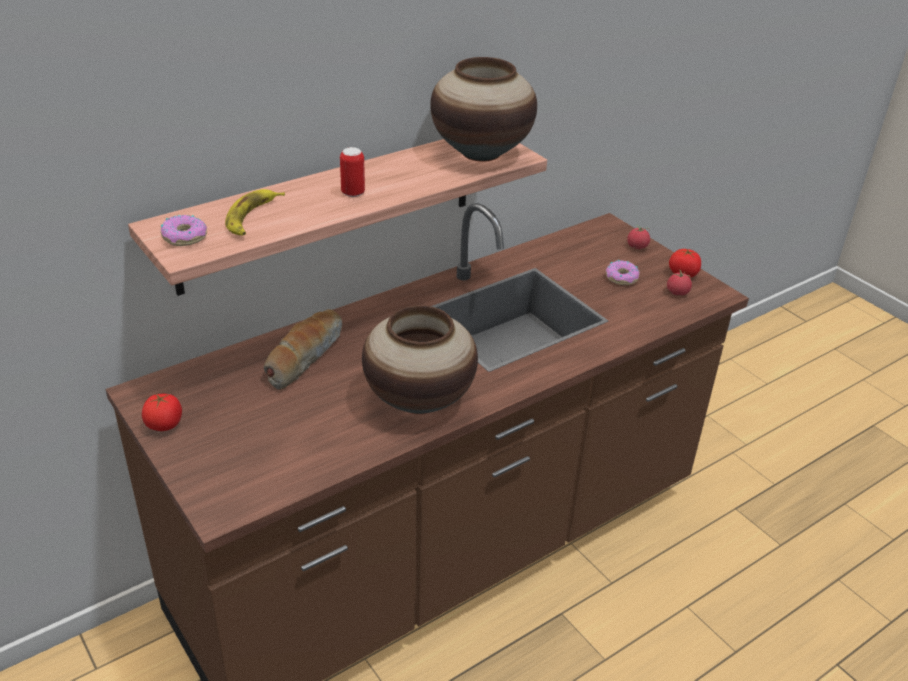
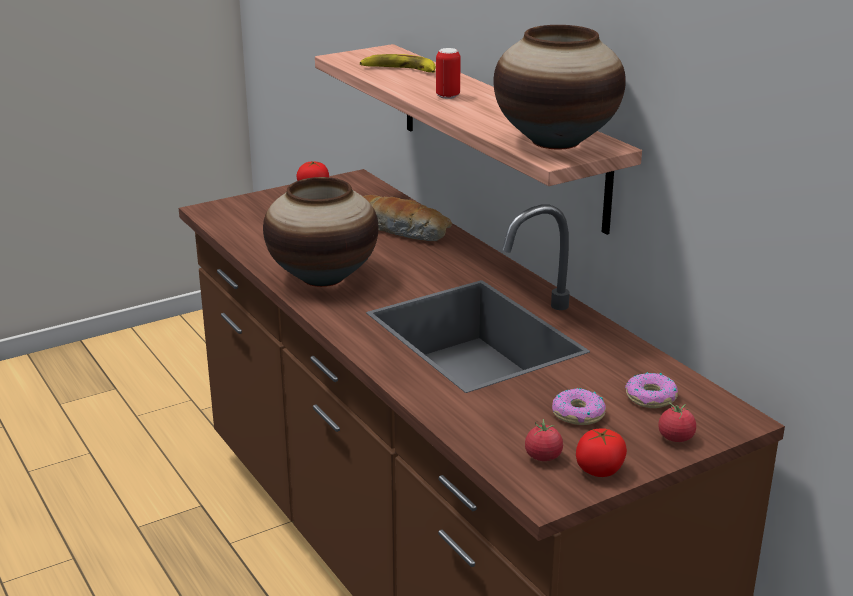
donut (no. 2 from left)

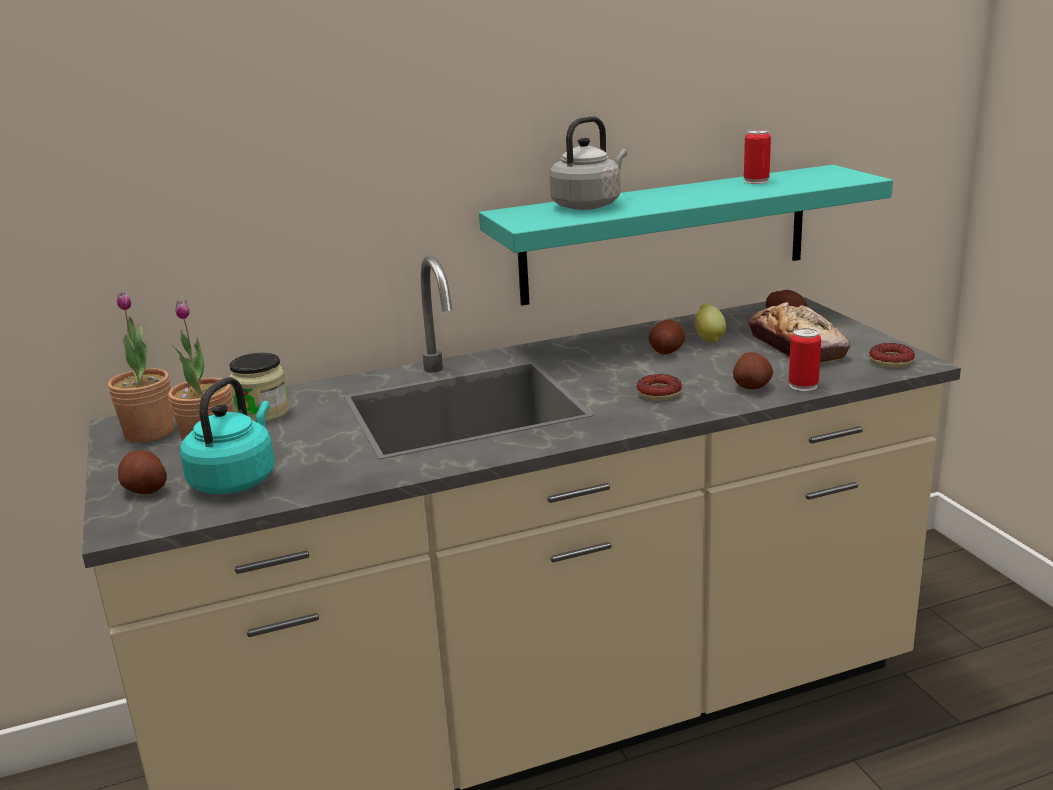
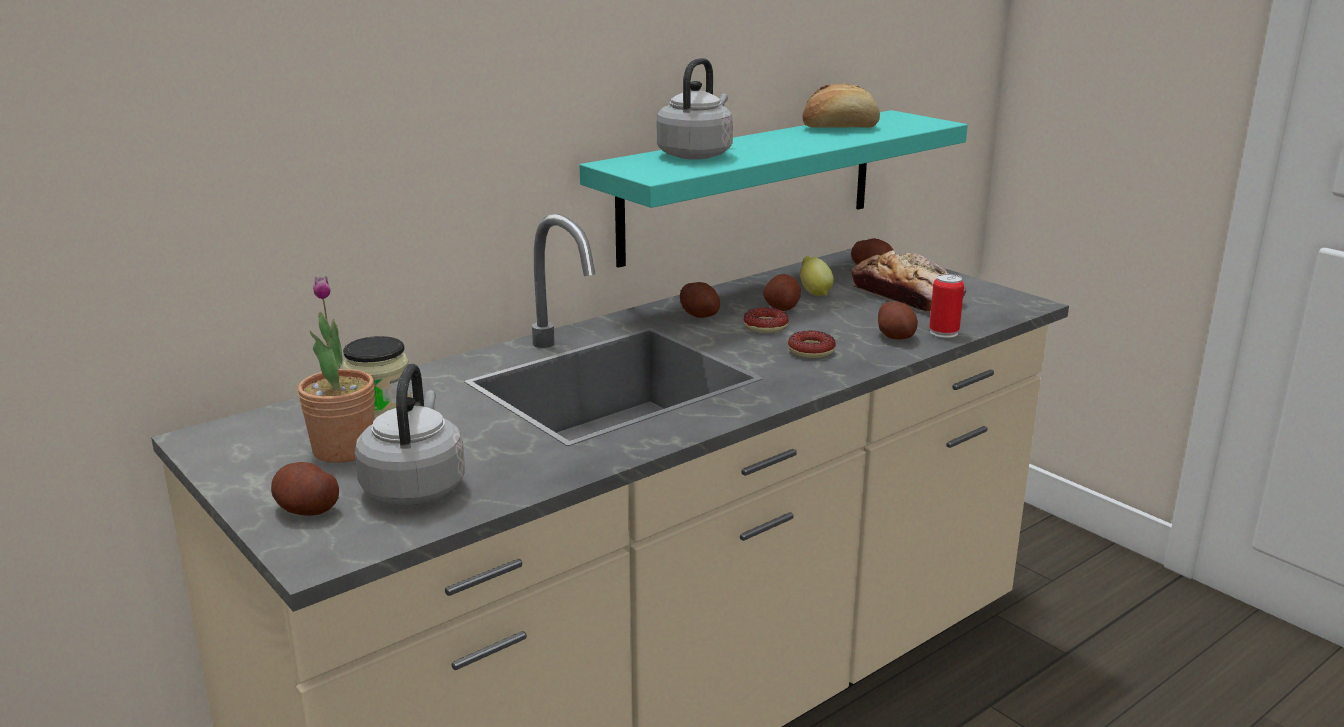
plant in a pot (no. 1 from left in the first image); grey kettle (no. 1 from left); bread (no. 1 from left); donut (no. 1 from left); whole potato (no. 2 from left)

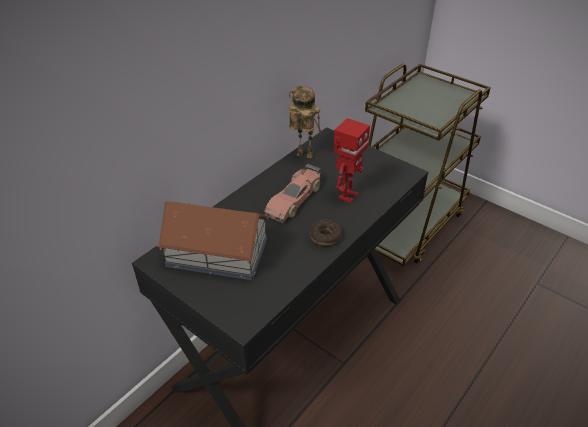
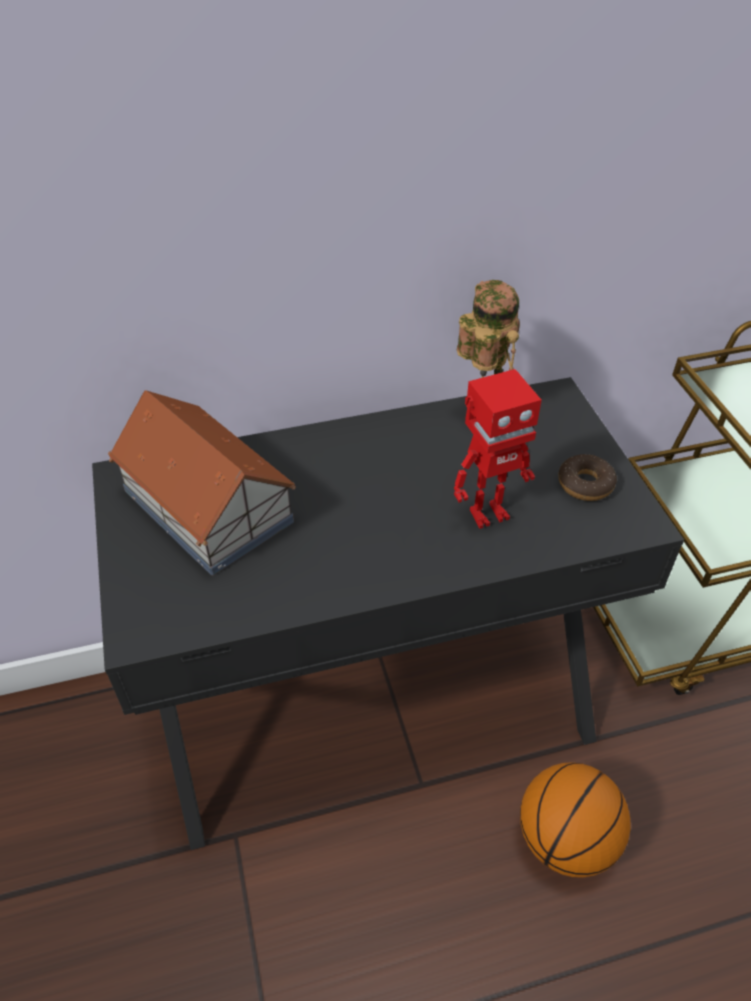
model car; donut; basketball

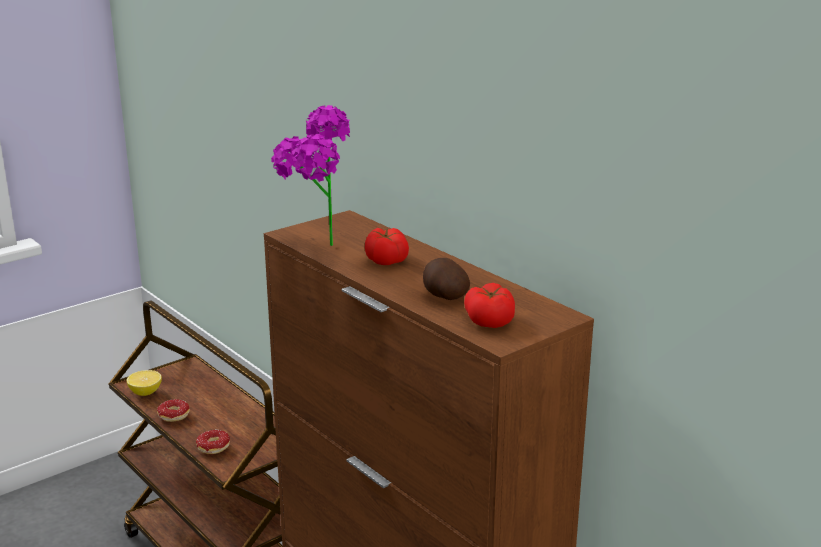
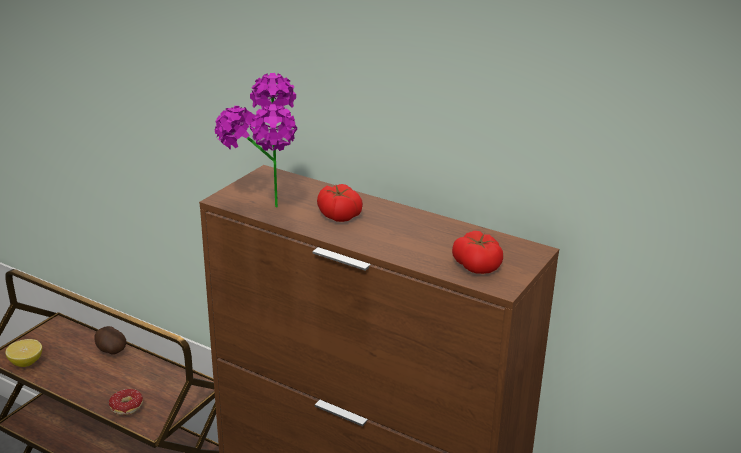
donut (no. 1 from left in the first image); whole potato

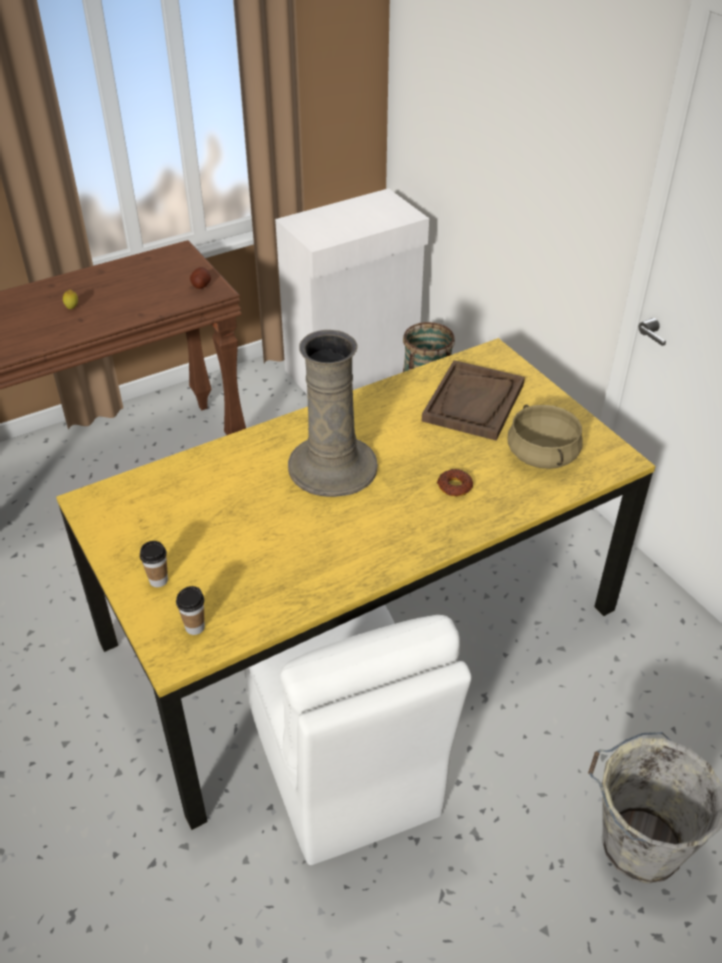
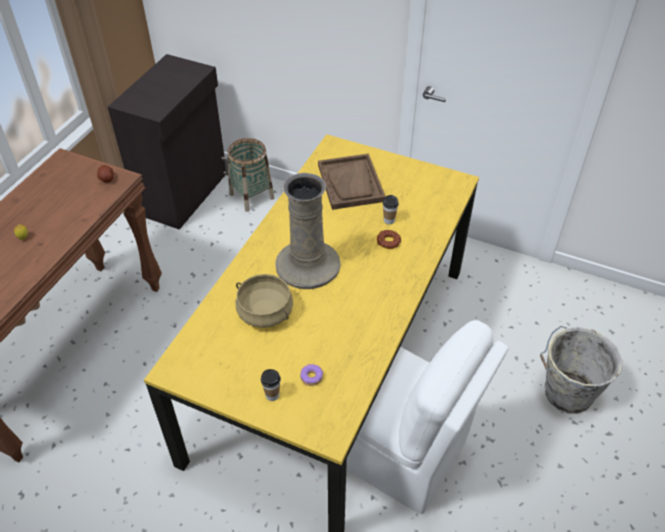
small cup (no. 2 from left); black storage cabinet; beige cooking pot; donut (no. 1 from left)

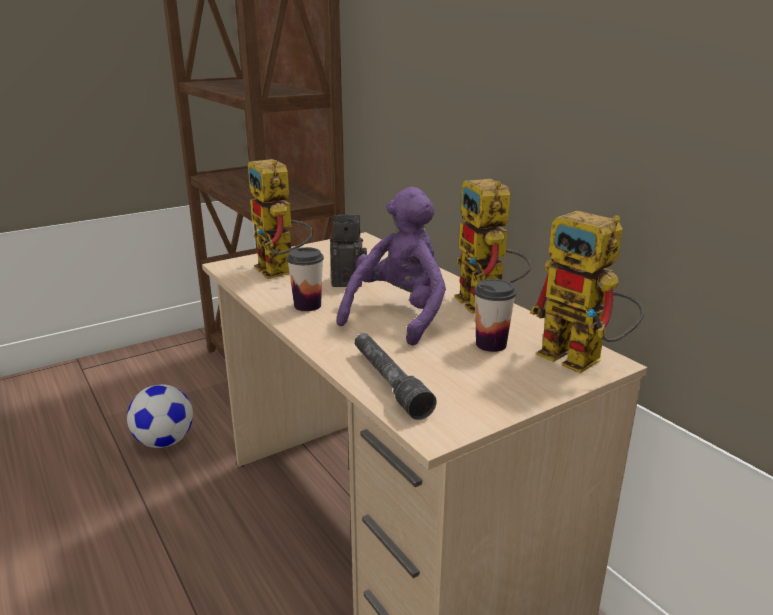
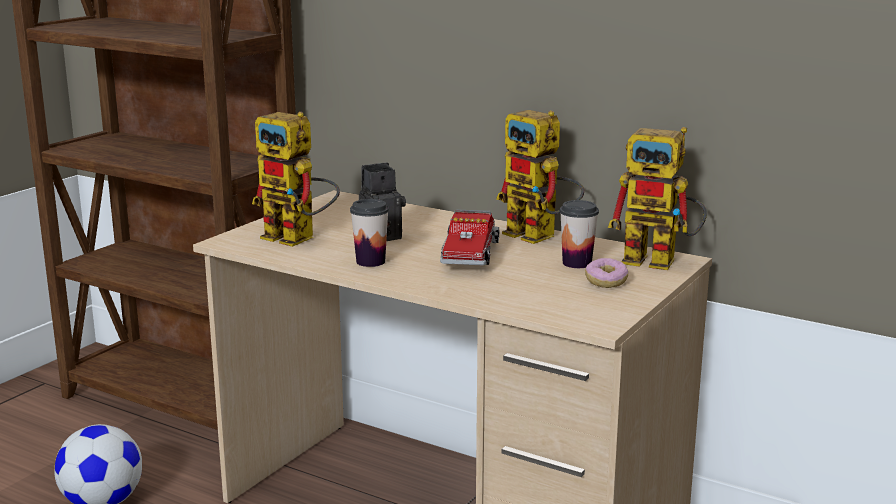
toy truck; grey torch; donut

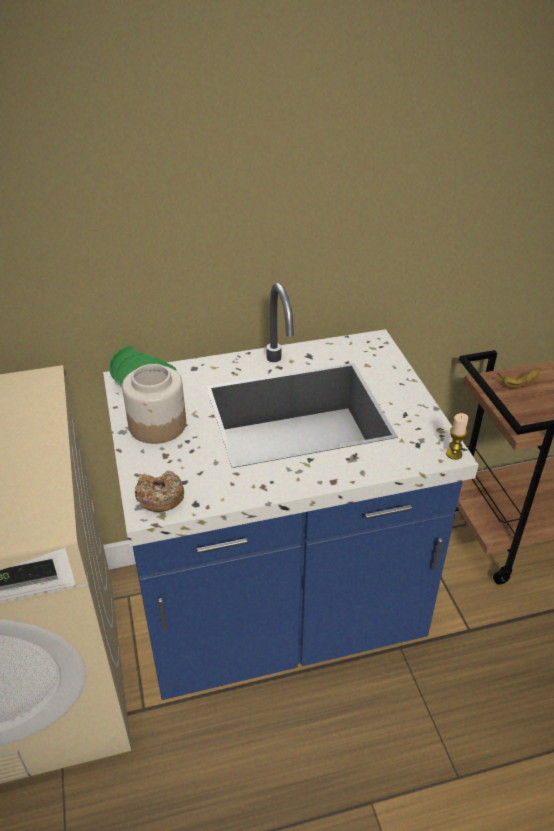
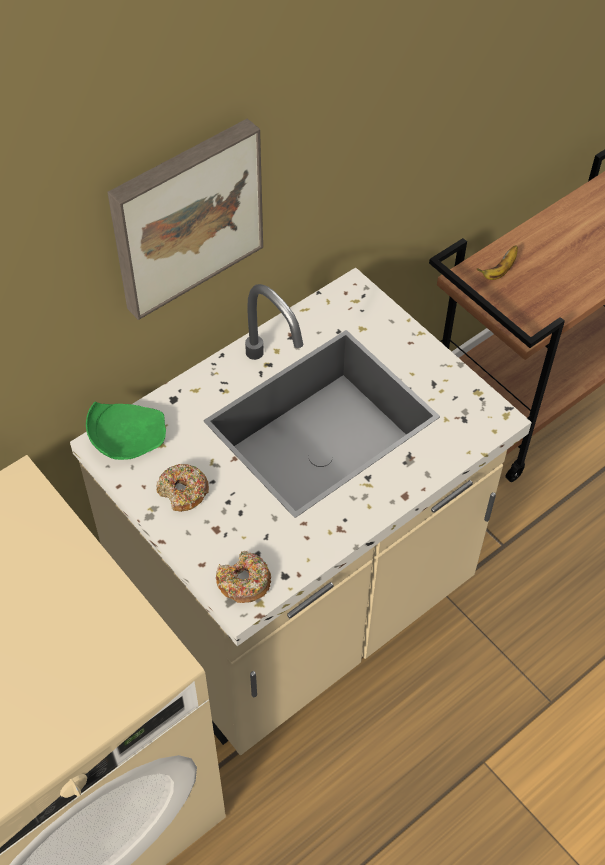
beige counter; donut (no. 1 from left); wax light; wall picture

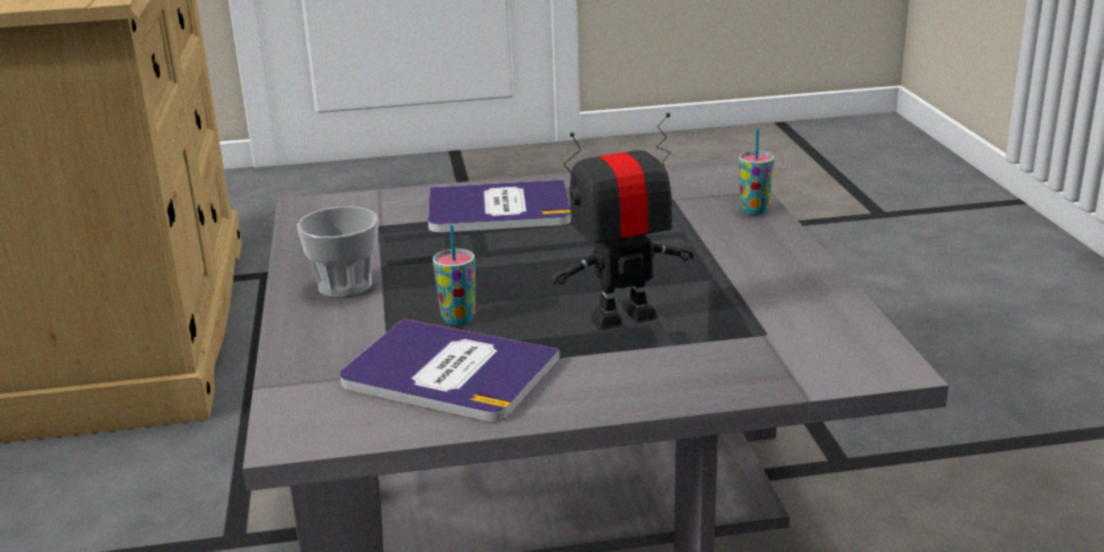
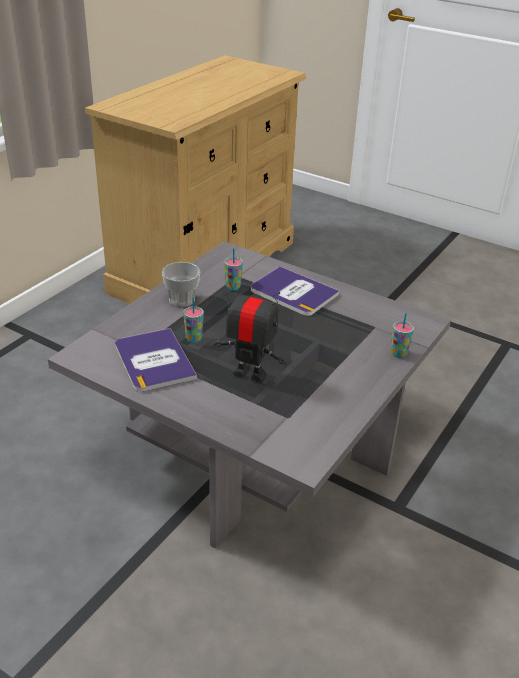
small cup (no. 3 from left)

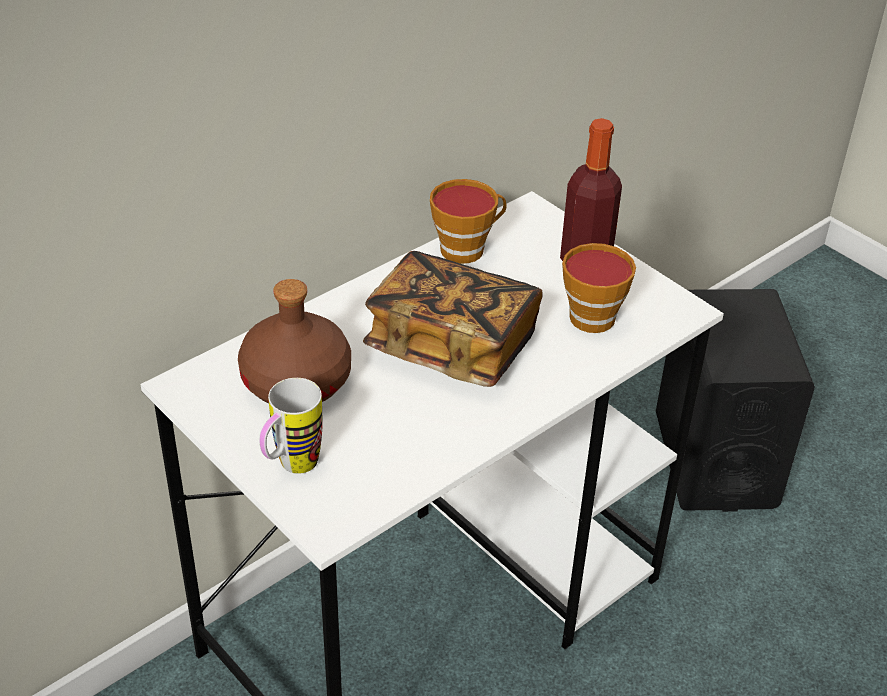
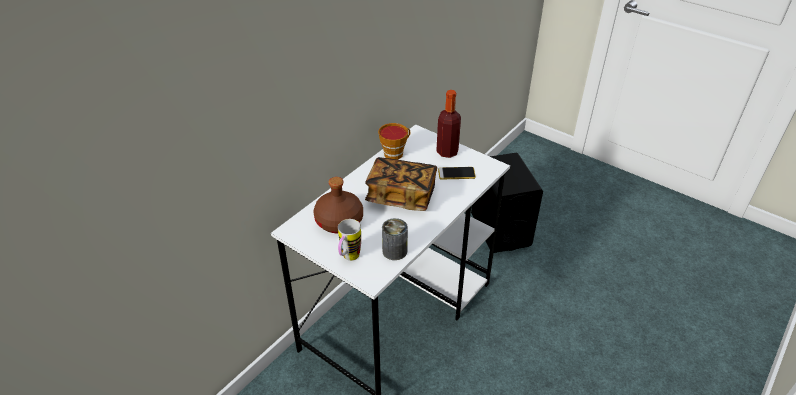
telephone; sealed can

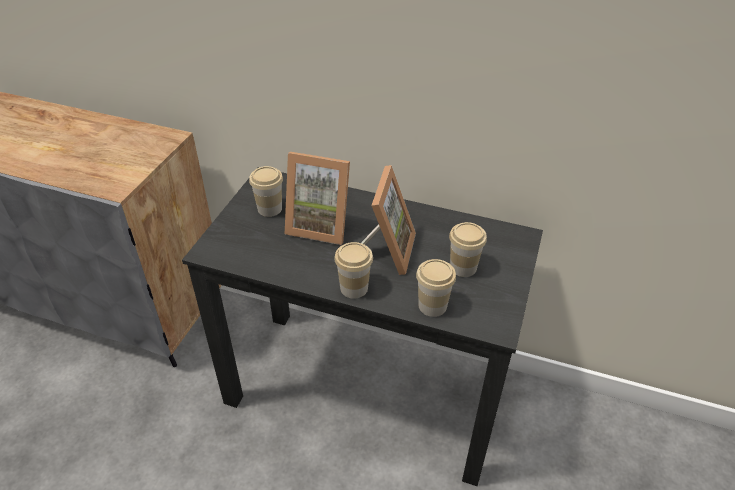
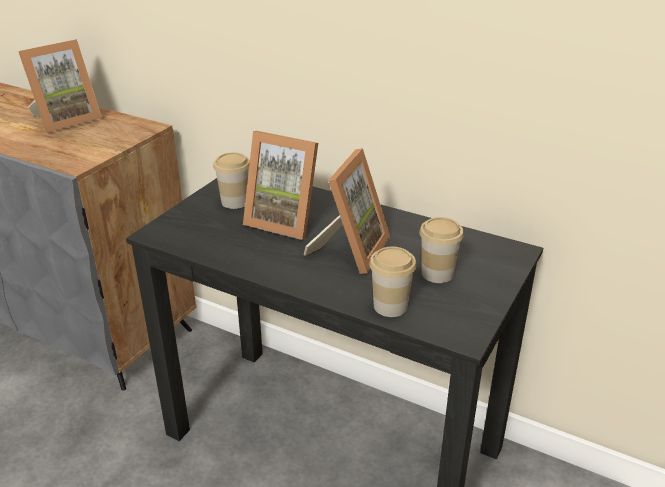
small cup (no. 2 from left in the first image); picture frame (no. 1 from left)

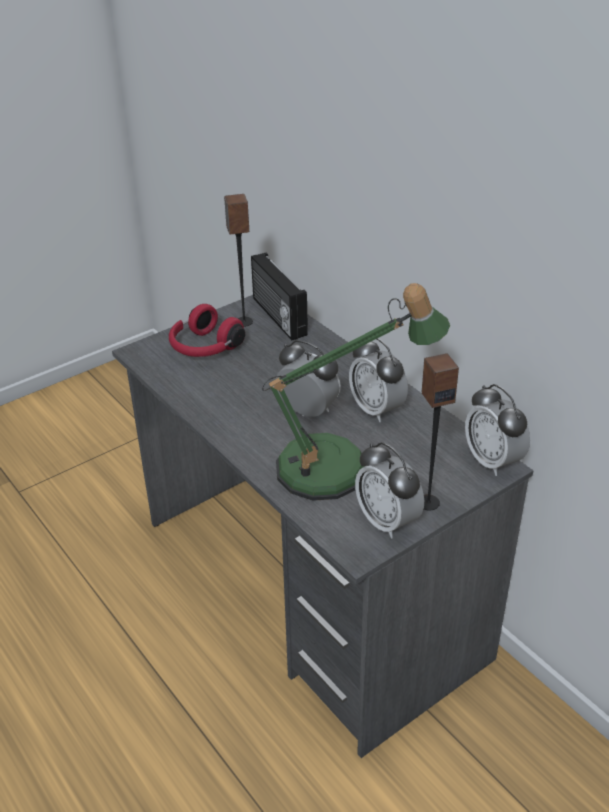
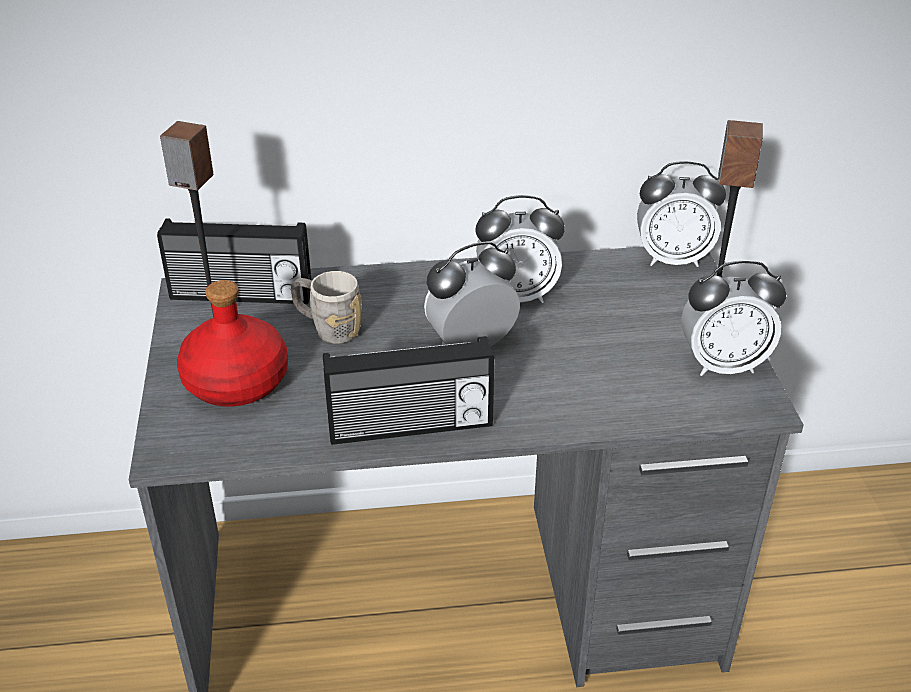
red-coloured bottle; table lamp; grey tea mug; radio receiver (no. 2 from left)

